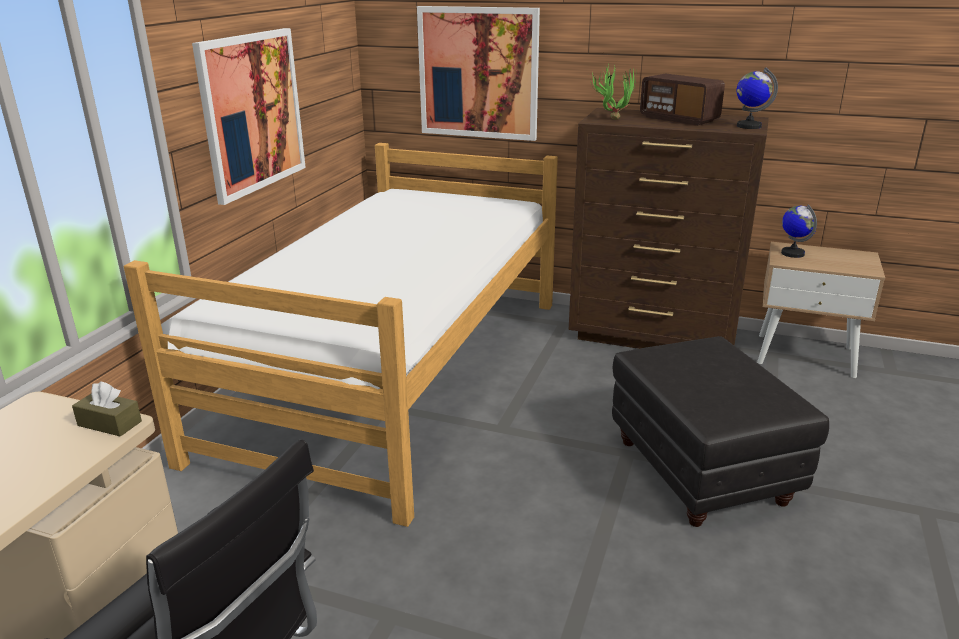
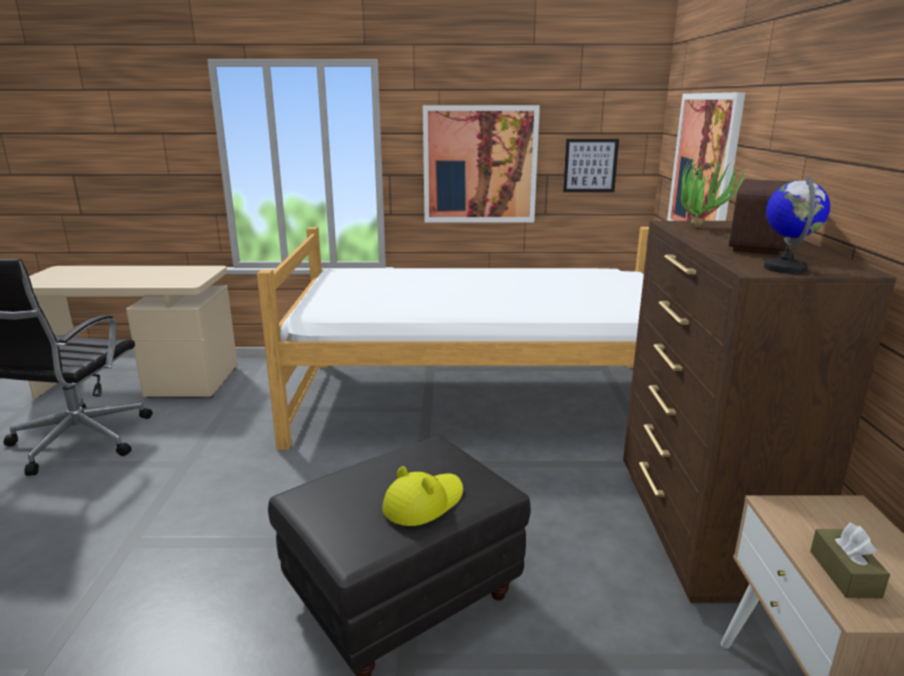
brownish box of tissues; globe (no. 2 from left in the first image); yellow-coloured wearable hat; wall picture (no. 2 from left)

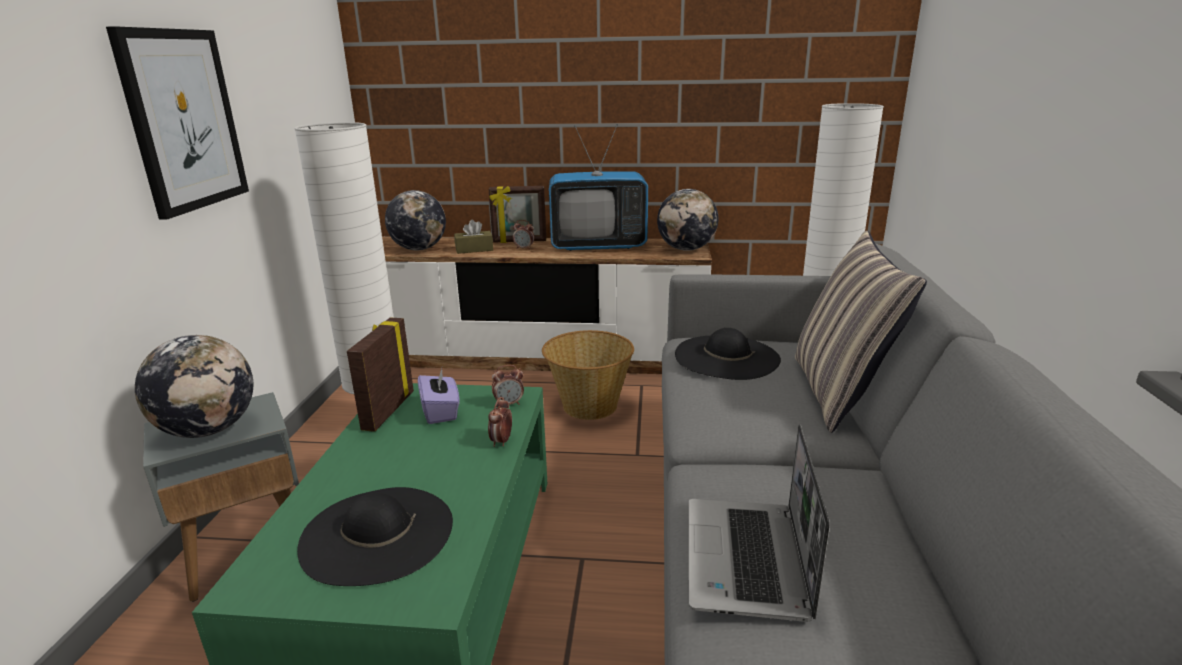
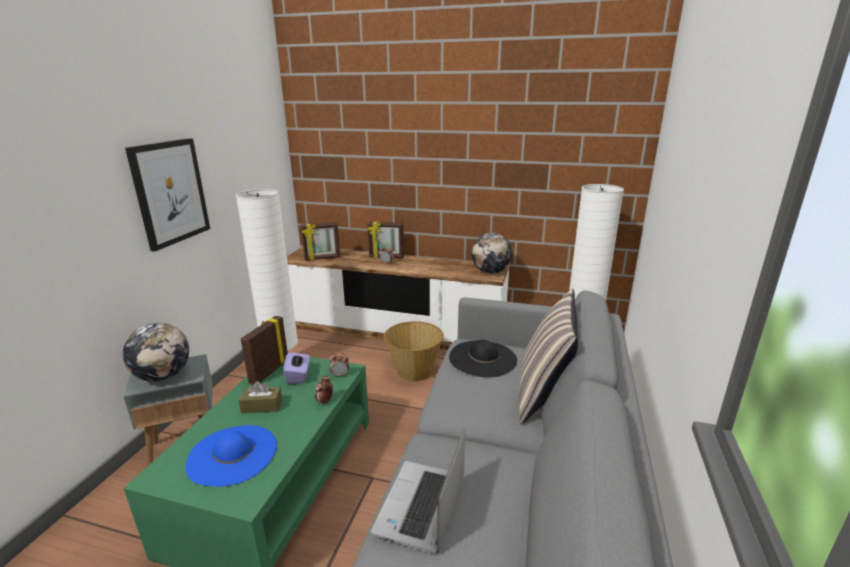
blue-coloured wearable hat; picture frame (no. 2 from left); brownish box of tissues; television

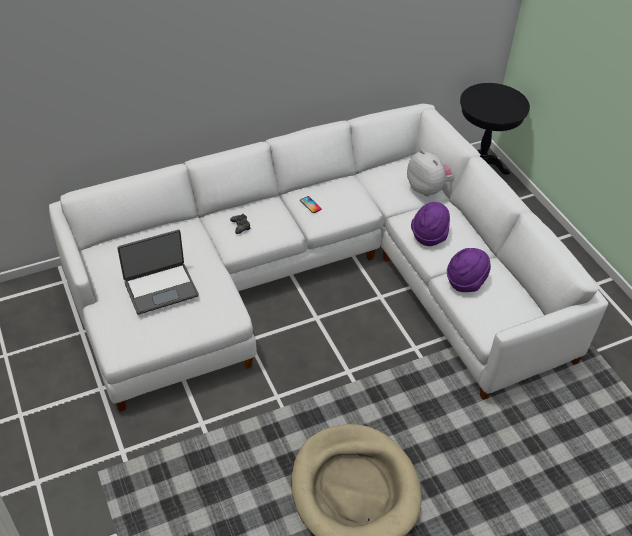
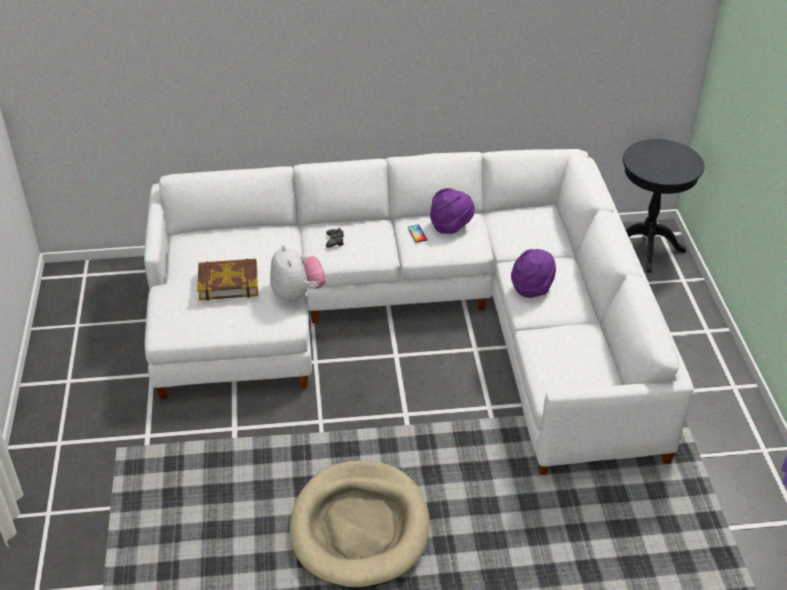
book; cuddly toy; purple wearable hat (no. 1 from left)

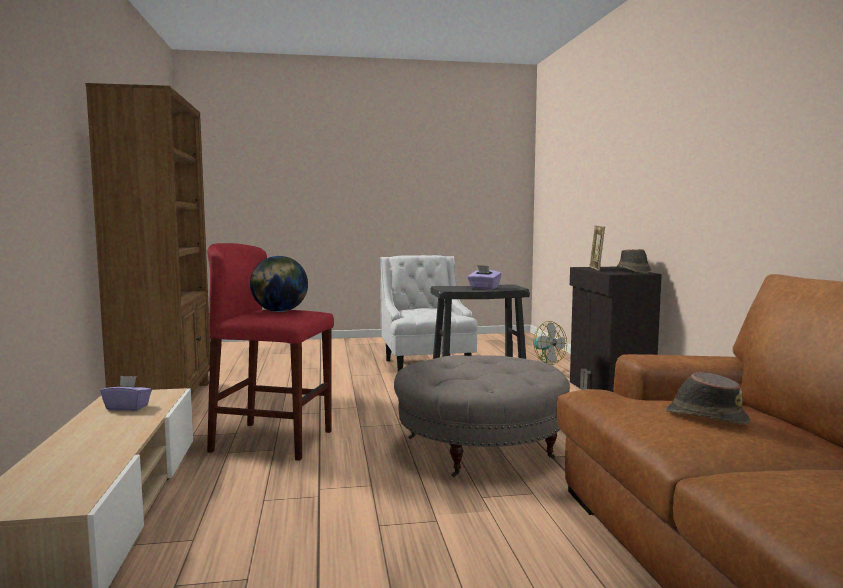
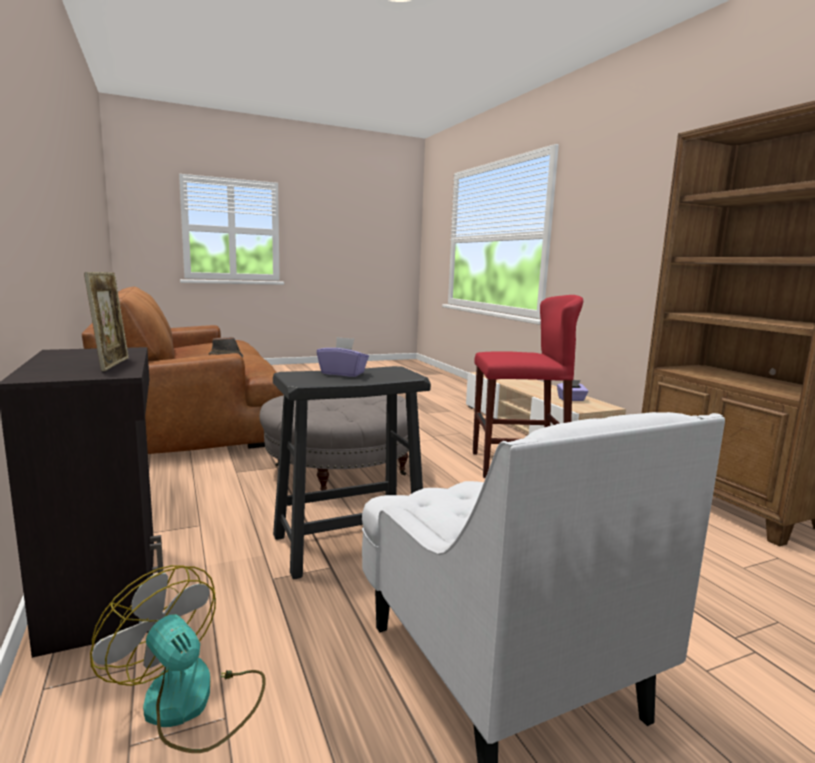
globe; brownish wearable hat (no. 1 from left in the first image)

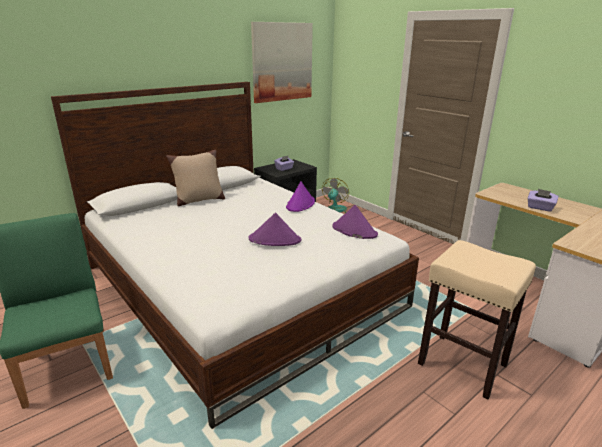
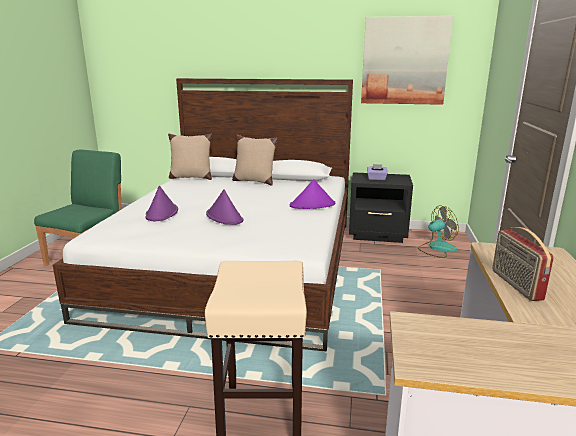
purple wearable hat (no. 1 from left); radio receiver; beige throw pillow (no. 1 from left)

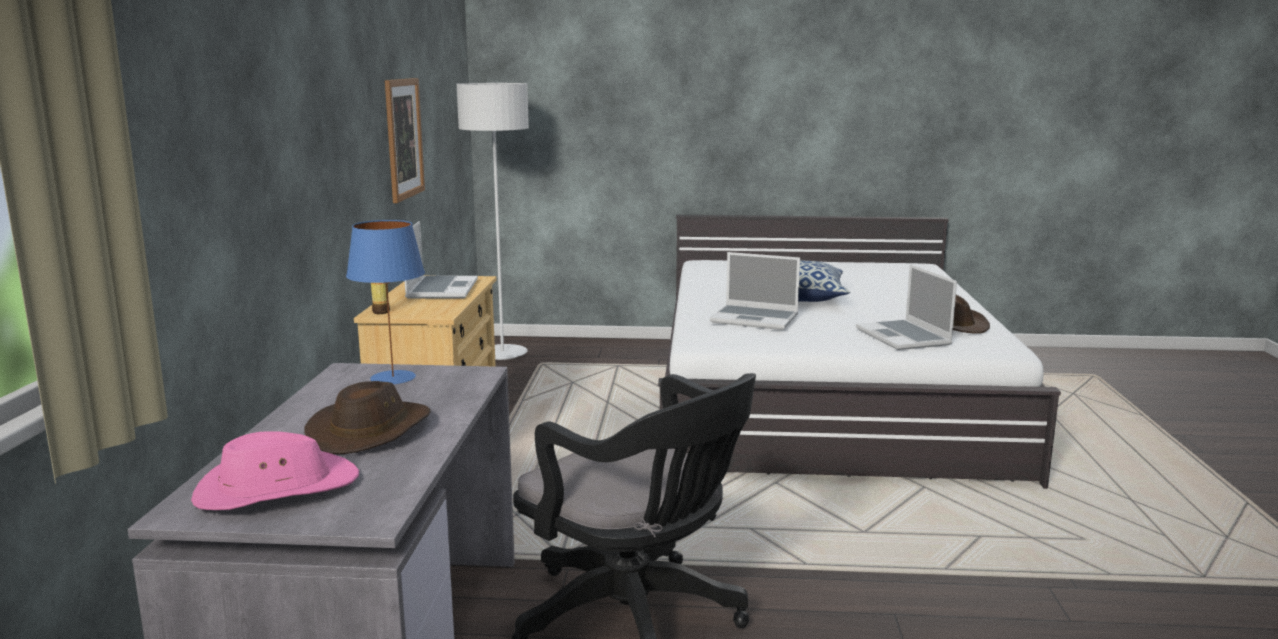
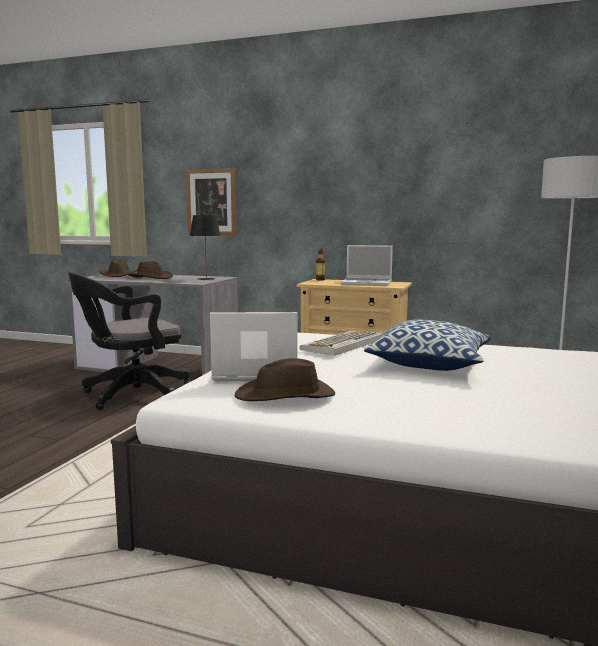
brownish wearable hat (no. 1 from left); black table lamp; wall picture; keyboard

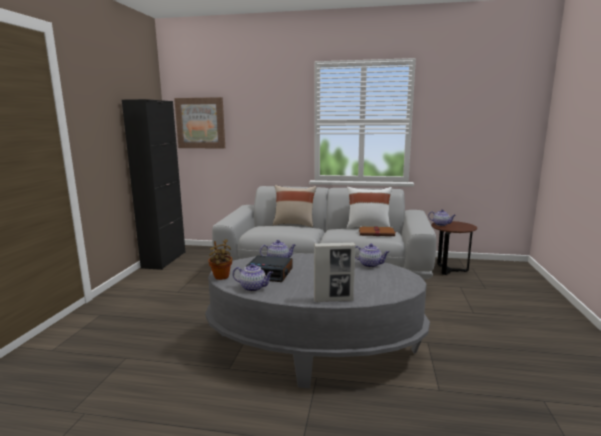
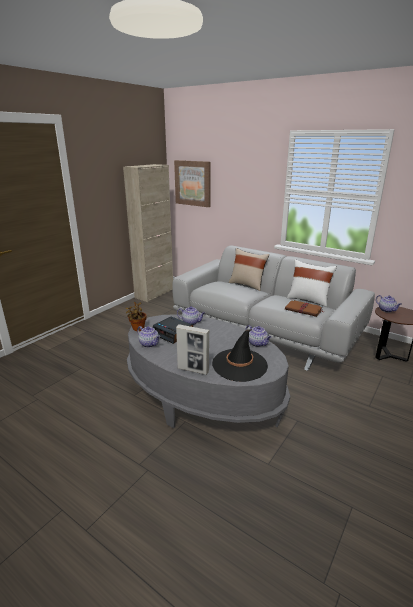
beige storage cabinet; black wearable hat

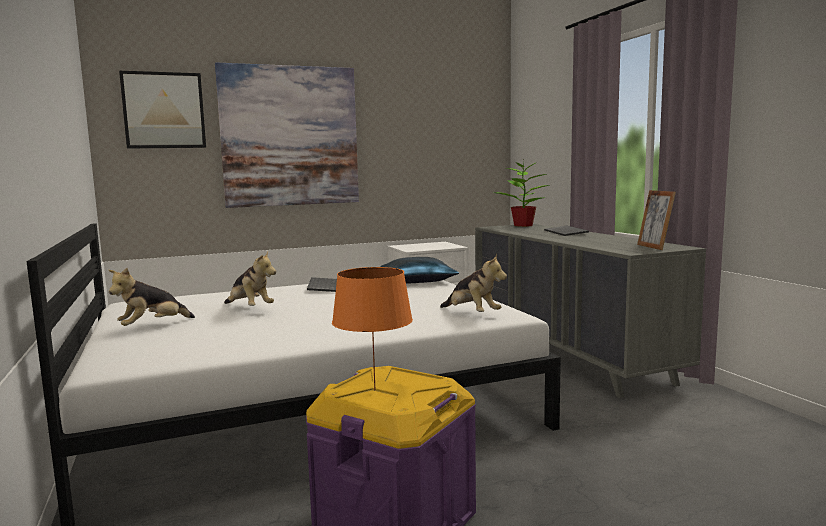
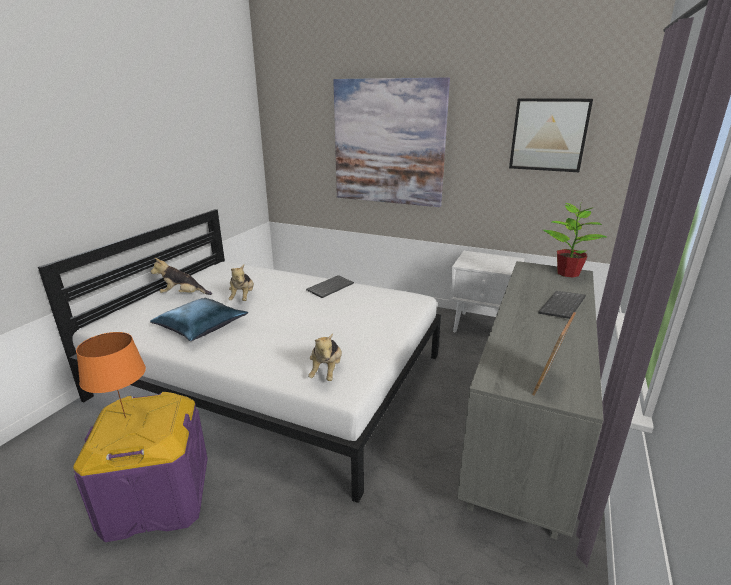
wall picture (no. 2 from left); blue-coloured throw pillow

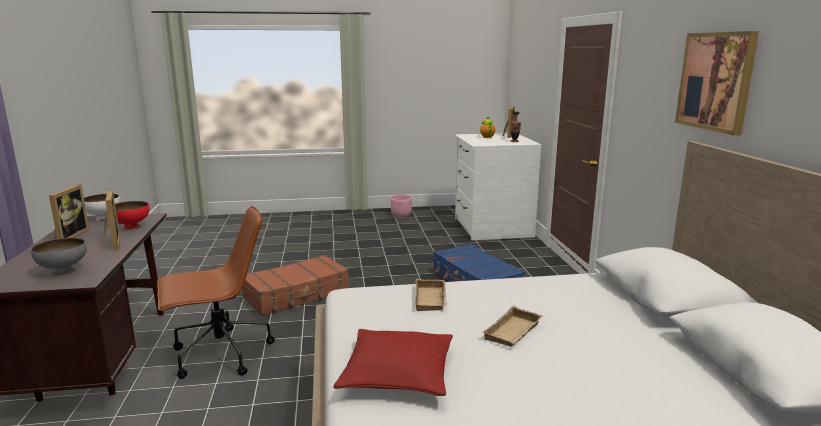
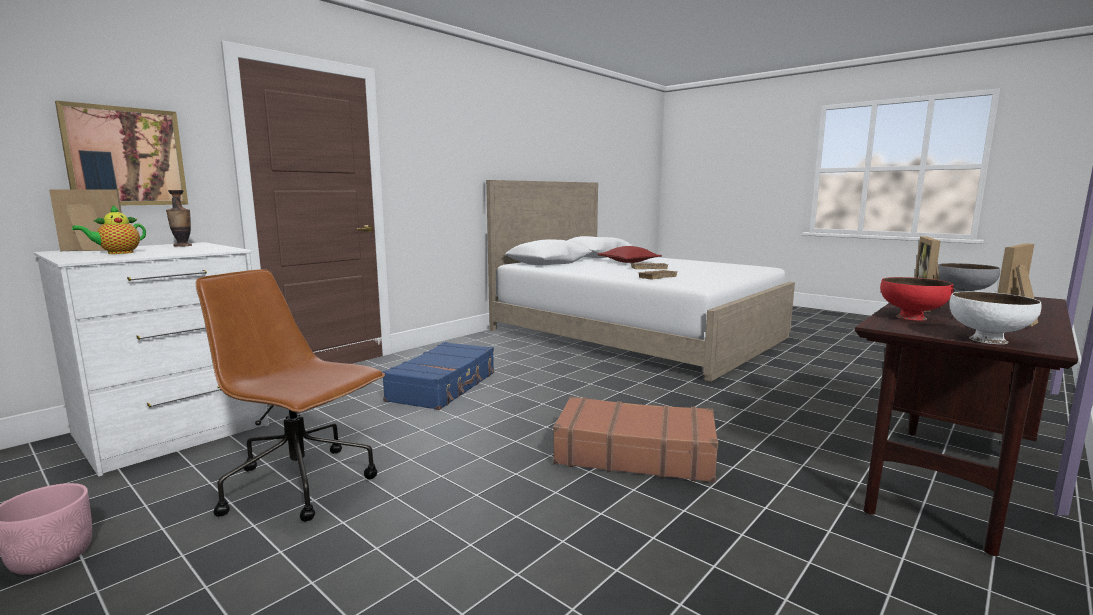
brownish desk chair; red-coloured throw pillow; wall picture

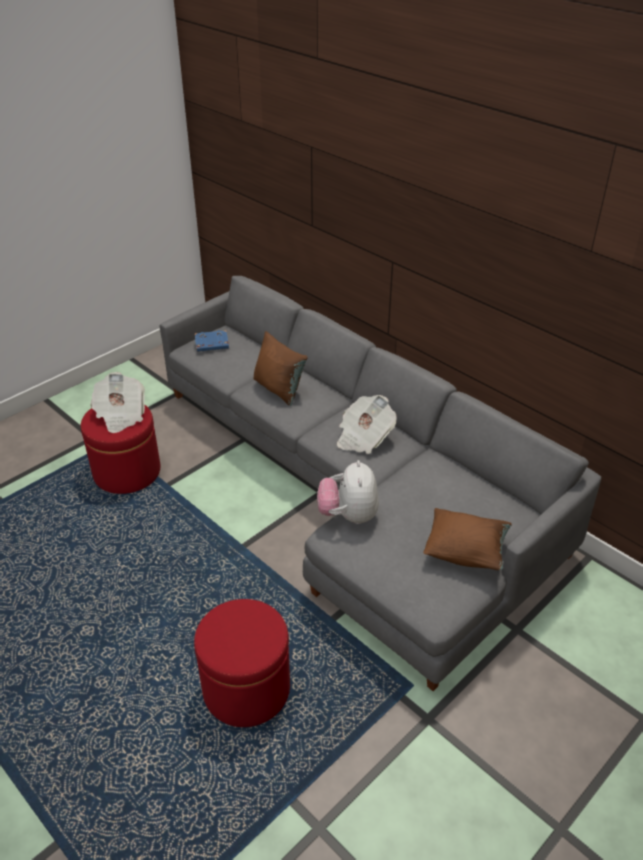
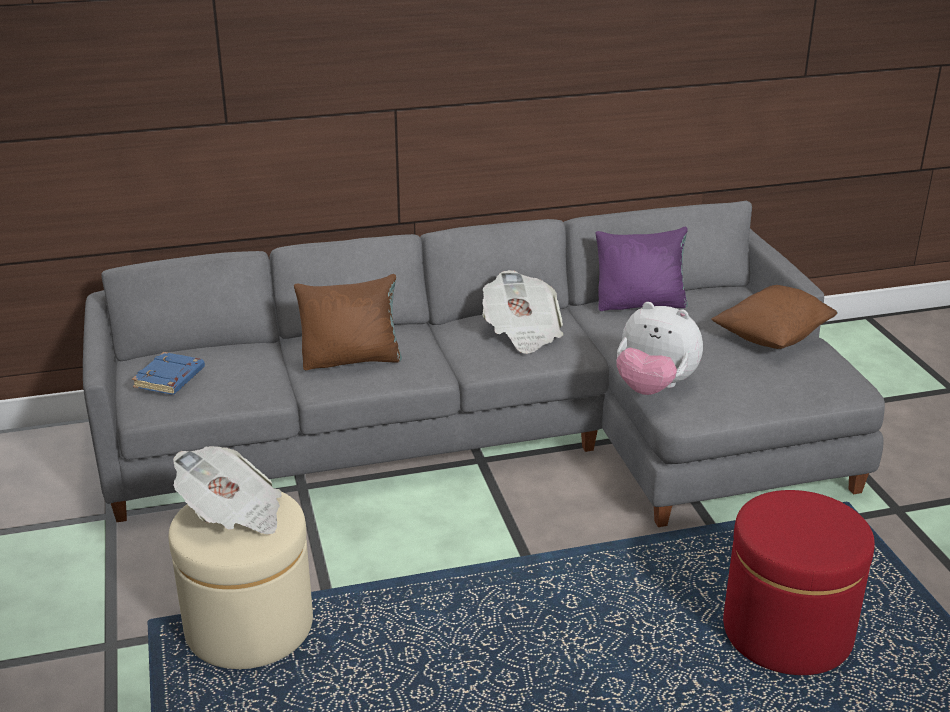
beige footrest; purple throw pillow

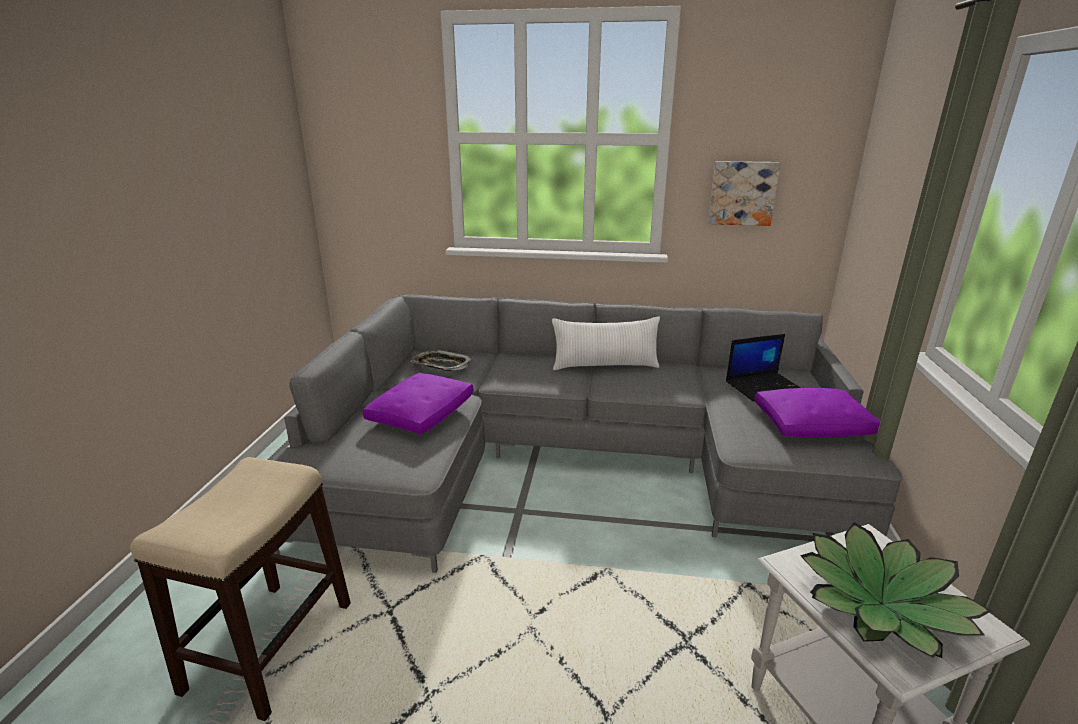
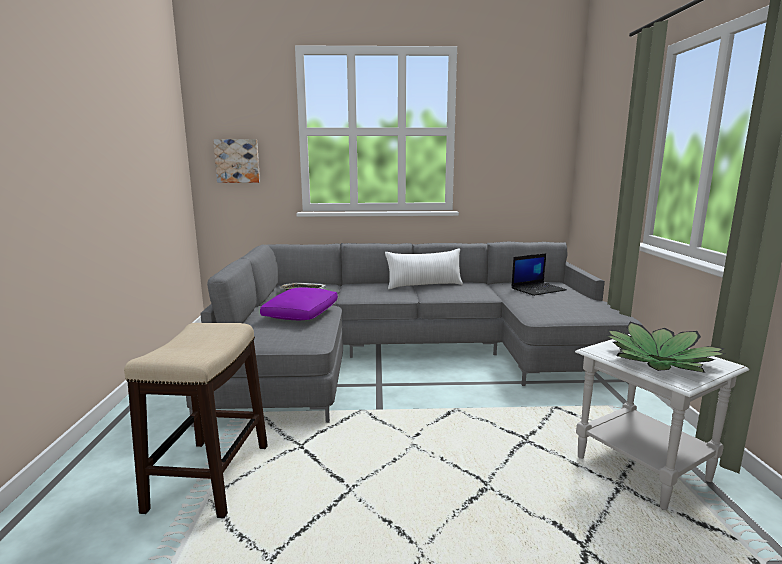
wall picture; purple throw pillow (no. 2 from left in the first image)

